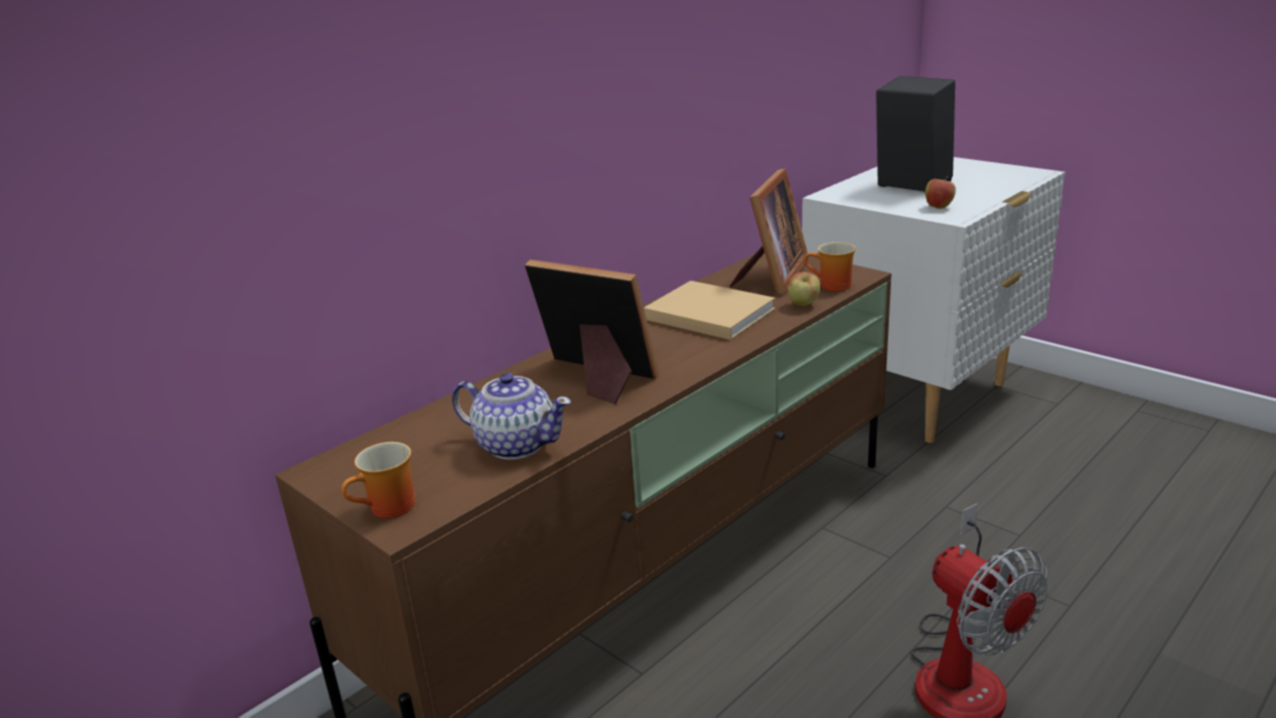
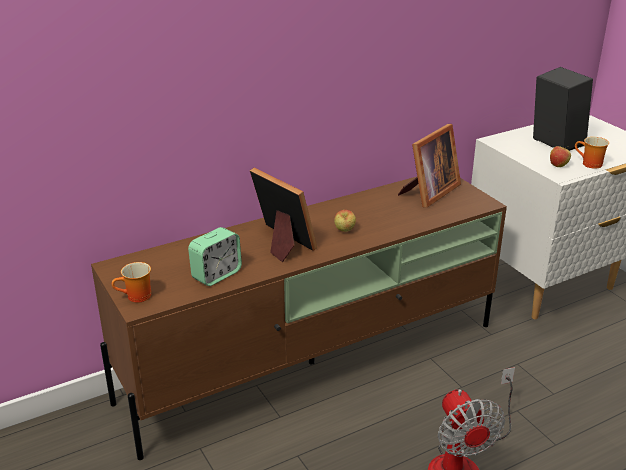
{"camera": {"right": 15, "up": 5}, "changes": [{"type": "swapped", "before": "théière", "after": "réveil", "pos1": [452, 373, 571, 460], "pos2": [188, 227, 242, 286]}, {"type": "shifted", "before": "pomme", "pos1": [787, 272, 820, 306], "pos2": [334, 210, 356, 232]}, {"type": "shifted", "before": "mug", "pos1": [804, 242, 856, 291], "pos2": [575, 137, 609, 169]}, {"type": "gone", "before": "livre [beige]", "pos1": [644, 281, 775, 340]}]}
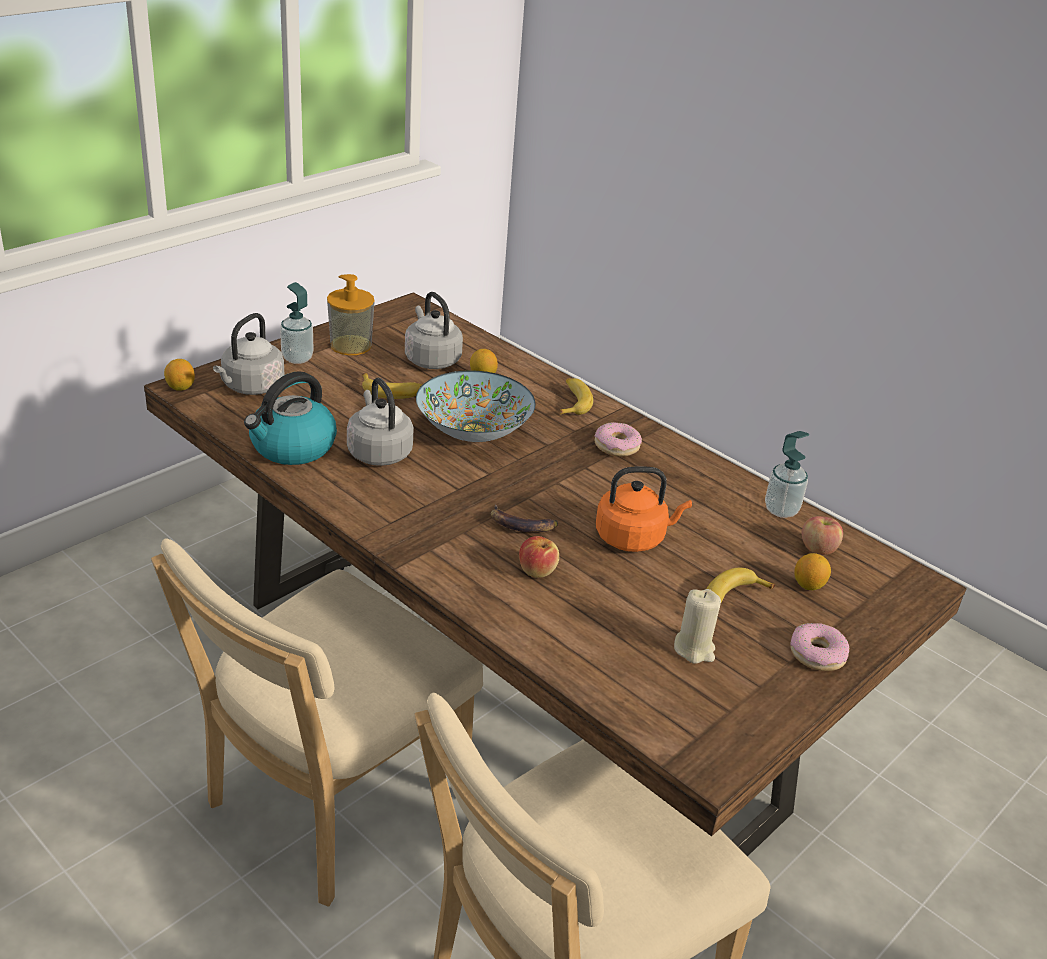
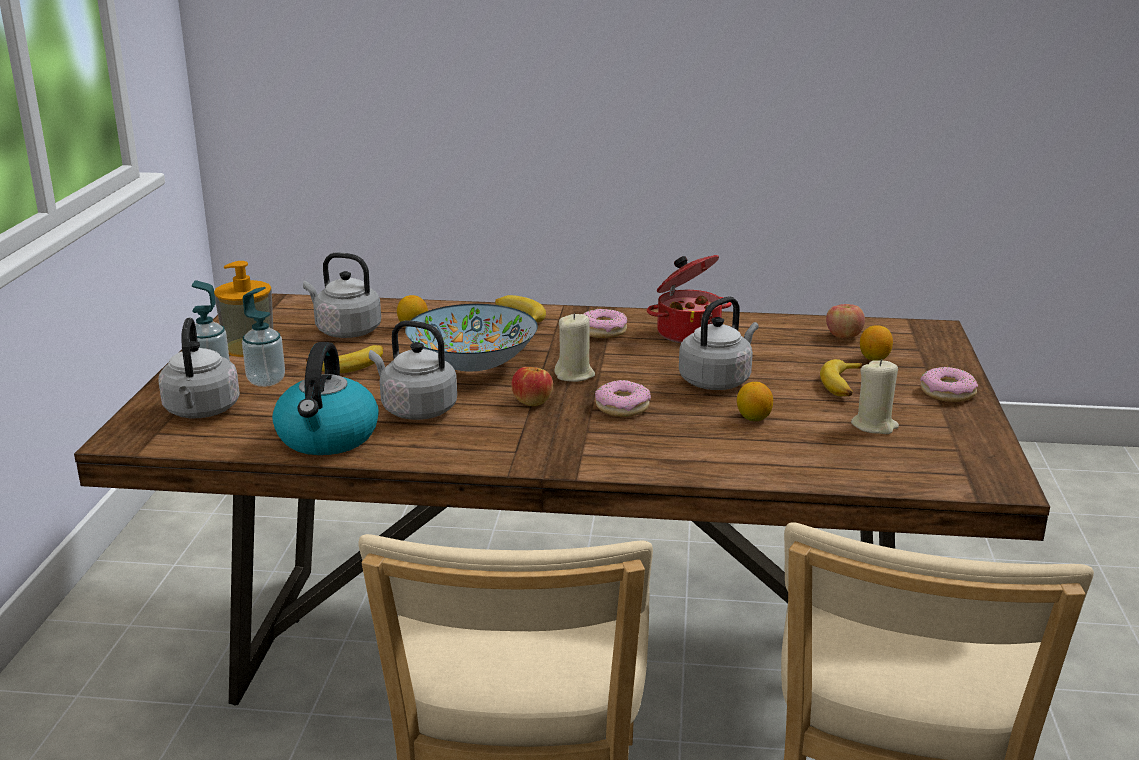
{"camera": {"right": -35, "up": -10}, "changes": [{"type": "shifted", "before": "distributeur de savon", "pos1": [765, 431, 809, 518], "pos2": [242, 287, 285, 387]}, {"type": "shifted", "before": "pomme", "pos1": [519, 536, 559, 578], "pos2": [511, 367, 553, 406]}, {"type": "new", "after": "bougie [beige]", "pos2": [555, 313, 595, 382]}, {"type": "swapped", "before": "banane", "after": "beignet", "pos1": [491, 504, 558, 532], "pos2": [595, 380, 651, 417]}, {"type": "new", "after": "marmite", "pos2": [647, 255, 732, 343]}, {"type": "repainted", "before": "bouilloire [orange]", "after": "bouilloire [gris]", "pos1": [596, 466, 692, 552], "pos2": [679, 296, 759, 390]}, {"type": "shifted", "before": "citron", "pos1": [164, 359, 195, 391], "pos2": [737, 382, 773, 421]}]}
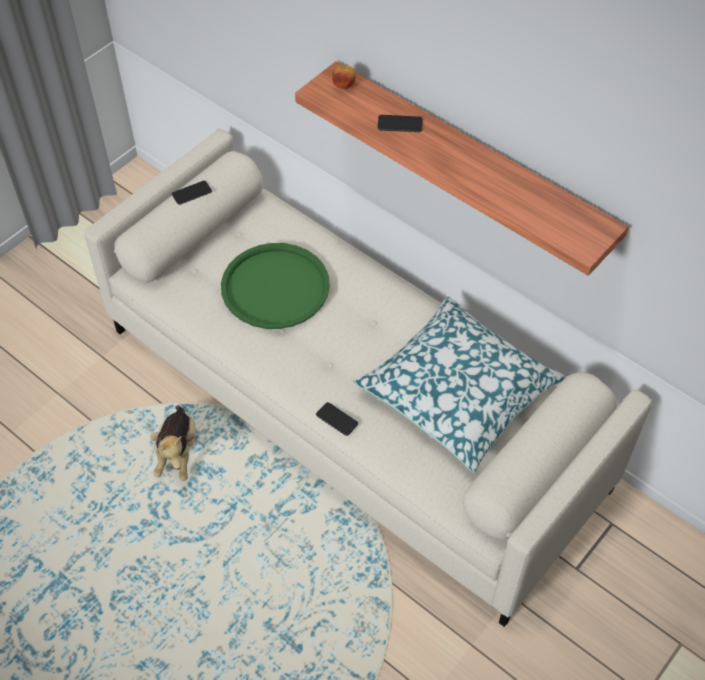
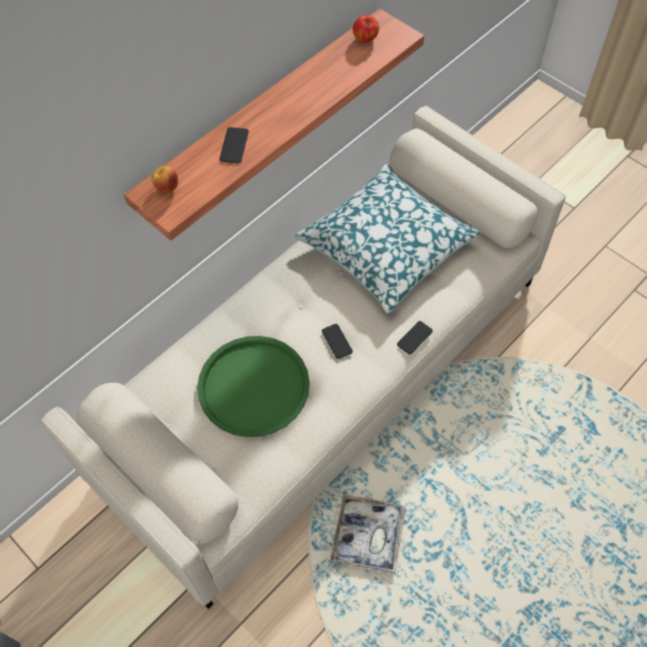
{"camera": {"right": -85, "up": 5}, "changes": [{"type": "shifted", "before": "téléphone", "pos1": [172, 181, 212, 205], "pos2": [322, 324, 353, 359]}, {"type": "swapped", "before": "peluche", "after": "plateau", "pos1": [150, 405, 196, 481], "pos2": [330, 494, 405, 574]}, {"type": "new", "after": "pomme", "pos2": [353, 15, 379, 43]}]}
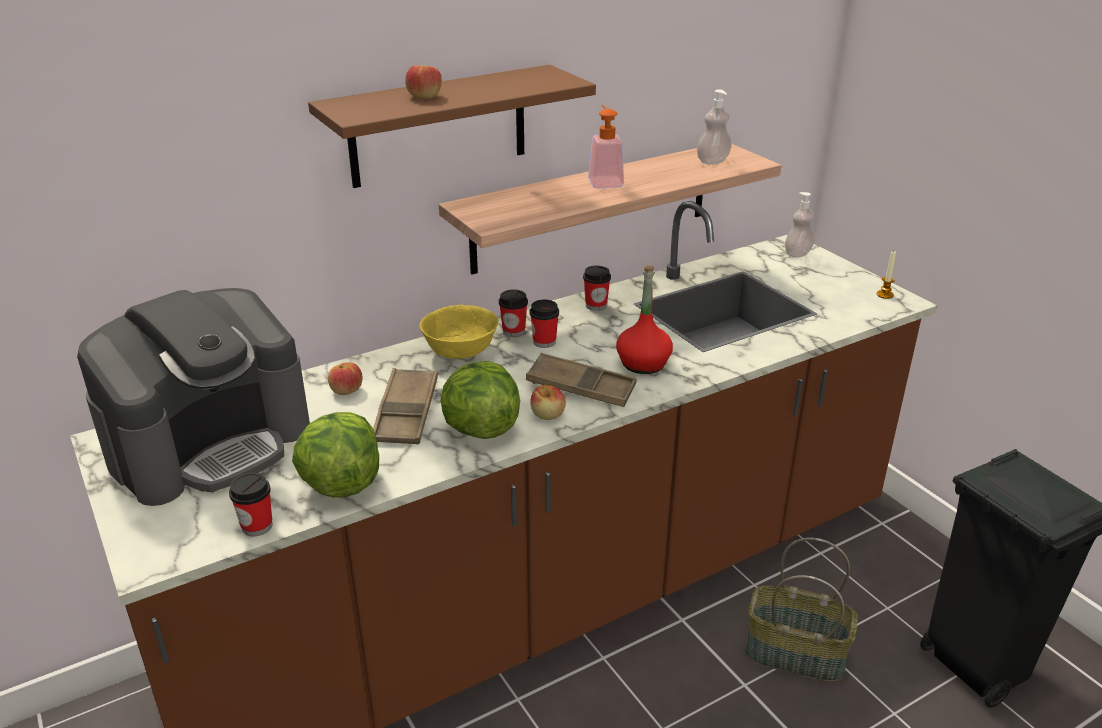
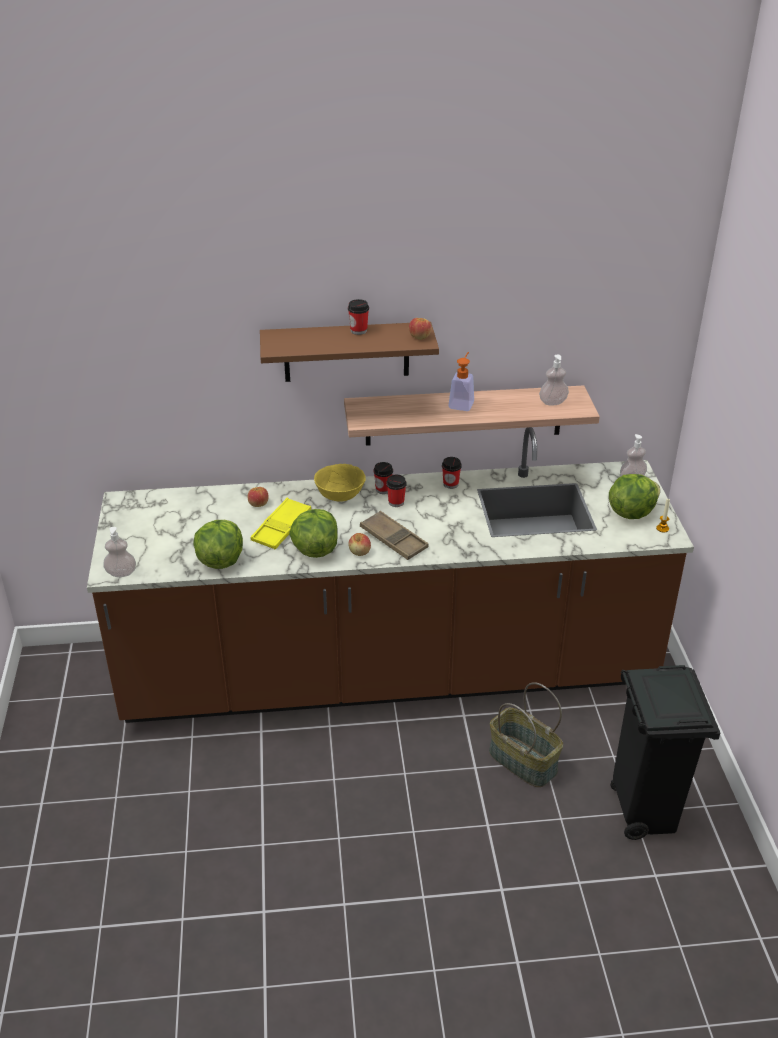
{"camera": {"right": 25, "up": 5}, "changes": [{"type": "new", "after": "distributeur de savon", "pos2": [103, 527, 136, 577]}, {"type": "repainted", "before": "plateau [marron]", "after": "plateau [jaune]", "pos1": [373, 368, 438, 444], "pos2": [251, 498, 311, 549]}, {"type": "shifted", "before": "tasse", "pos1": [229, 472, 273, 536], "pos2": [348, 299, 369, 335]}, {"type": "shifted", "before": "pomme", "pos1": [405, 65, 442, 99], "pos2": [409, 318, 431, 340]}, {"type": "new", "after": "laitue", "pos2": [609, 474, 660, 519]}, {"type": "gone", "before": "machine à café", "pos1": [77, 288, 310, 506]}, {"type": "gone", "before": "bouteille [rouge]", "pos1": [616, 266, 673, 374]}]}
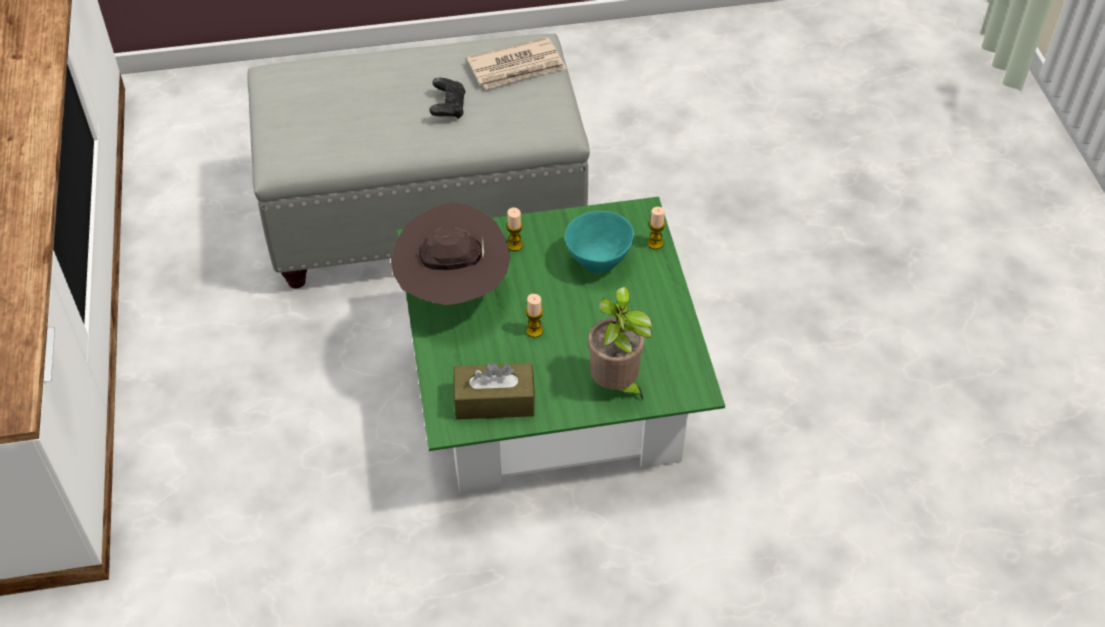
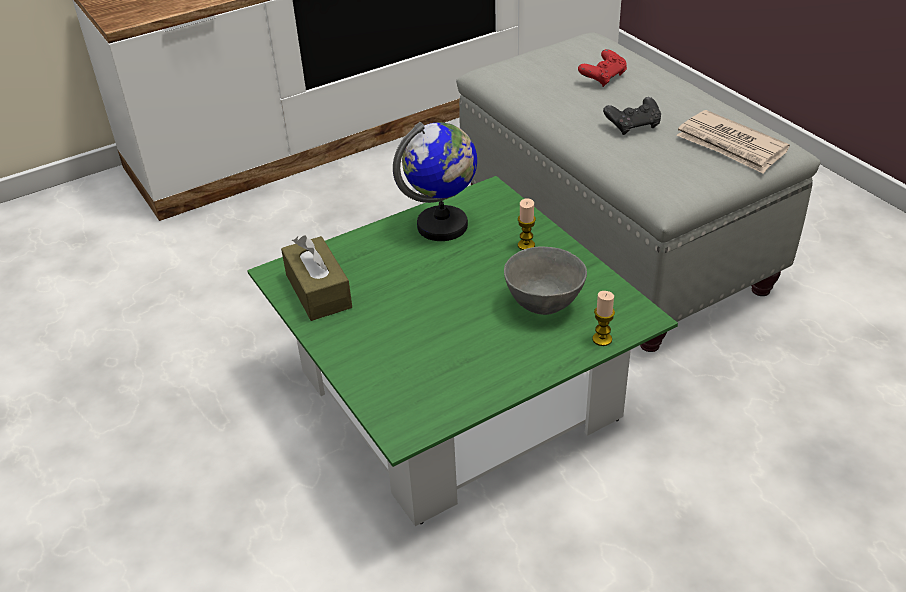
{"camera": {"right": 70, "up": -10}, "changes": [{"type": "swapped", "before": "chapeau [marron]", "after": "globe", "pos1": [391, 202, 510, 305], "pos2": [393, 122, 477, 241]}, {"type": "repainted", "before": "bol [turquoise]", "after": "bol [gris]", "pos1": [565, 211, 634, 273], "pos2": [504, 246, 587, 315]}, {"type": "new", "after": "manette [rouge]", "pos2": [578, 49, 627, 87]}, {"type": "gone", "before": "bougie", "pos1": [526, 294, 543, 338]}, {"type": "gone", "before": "plante en pot", "pos1": [588, 287, 652, 400]}]}
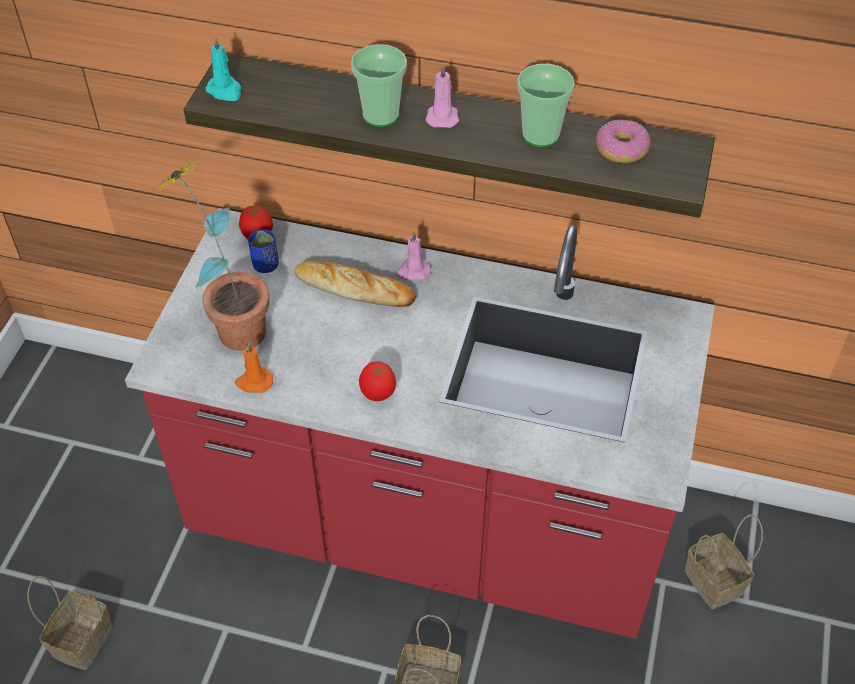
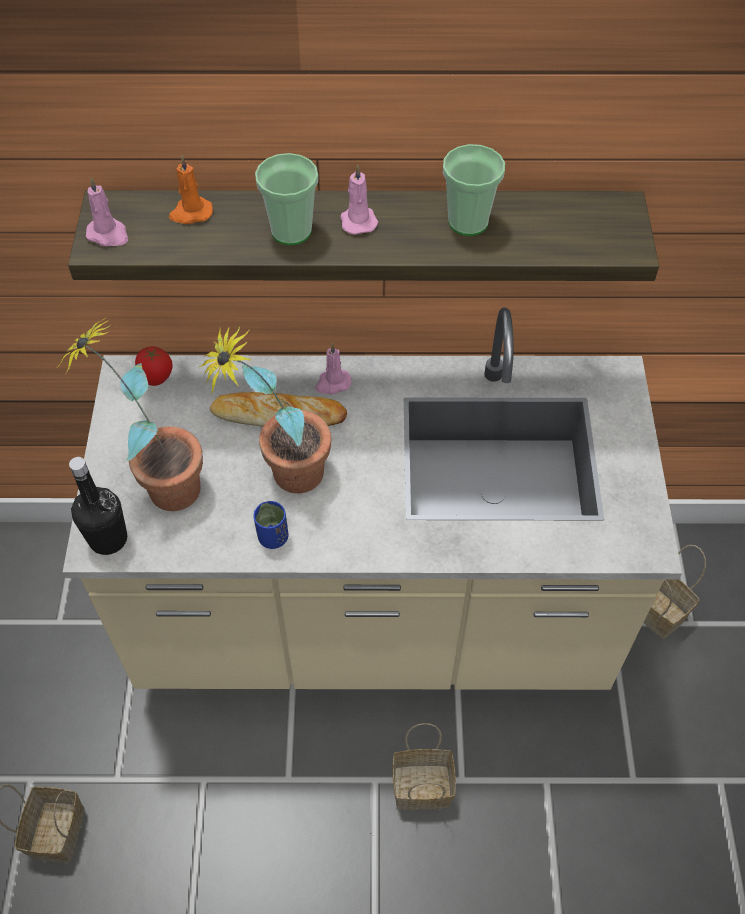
{"camera": {"right": -15, "up": 5}, "changes": [{"type": "repainted", "before": "comptoir de cuisine [rouge]", "after": "comptoir de cuisine [beige]", "pos1": [125, 208, 715, 639], "pos2": [63, 307, 682, 690]}, {"type": "new", "after": "bouteille [noir]", "pos2": [69, 457, 127, 555]}, {"type": "repainted", "before": "bougie [turquoise]", "after": "bougie [rose]", "pos1": [205, 37, 241, 101], "pos2": [86, 177, 128, 246]}, {"type": "shifted", "before": "bougie [orange]", "pos1": [235, 343, 273, 393], "pos2": [169, 156, 213, 224]}, {"type": "new", "after": "plante en pot", "pos2": [199, 327, 331, 493]}, {"type": "shifted", "before": "tasse [bleu]", "pos1": [248, 230, 279, 273], "pos2": [253, 501, 288, 549]}, {"type": "gone", "before": "tomate", "pos1": [359, 361, 396, 401]}, {"type": "gone", "before": "beignet", "pos1": [596, 119, 650, 163]}]}
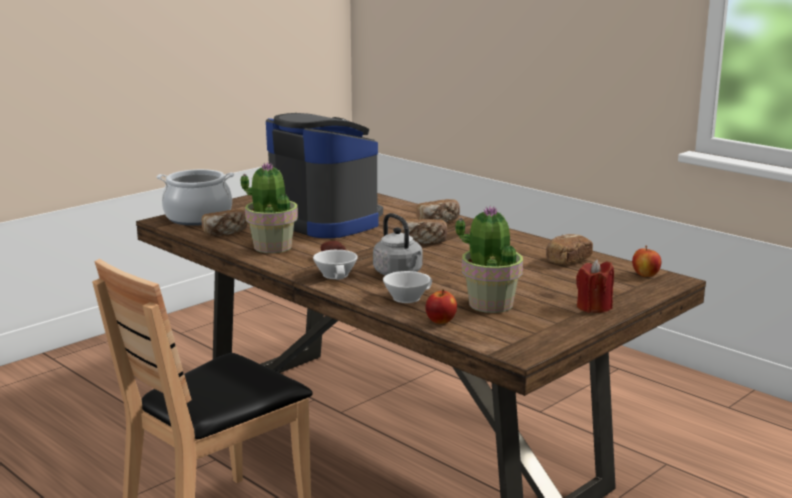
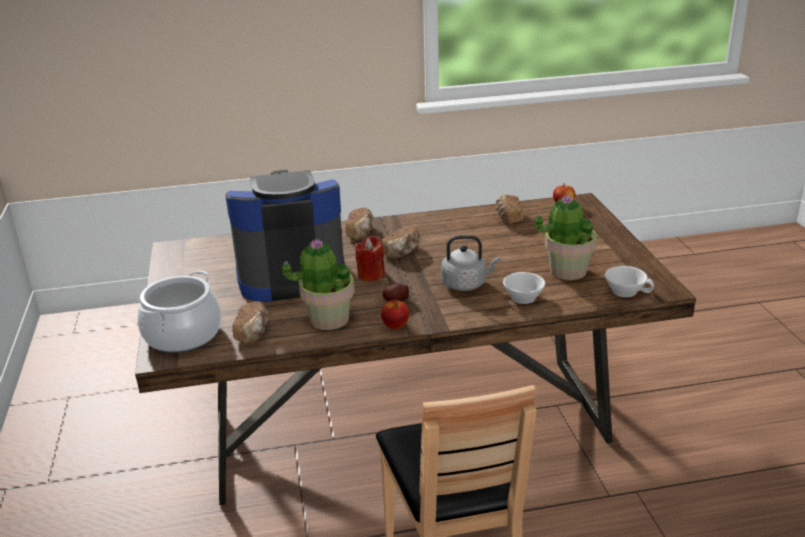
{"camera": {"right": -55, "up": 10}, "changes": [{"type": "shifted", "before": "bougie [rouge]", "pos1": [576, 259, 614, 313], "pos2": [355, 236, 385, 281]}, {"type": "shifted", "before": "pomme", "pos1": [425, 289, 457, 324], "pos2": [381, 299, 409, 329]}, {"type": "shifted", "before": "tasse [blanc]", "pos1": [313, 250, 358, 280], "pos2": [605, 266, 654, 297]}]}
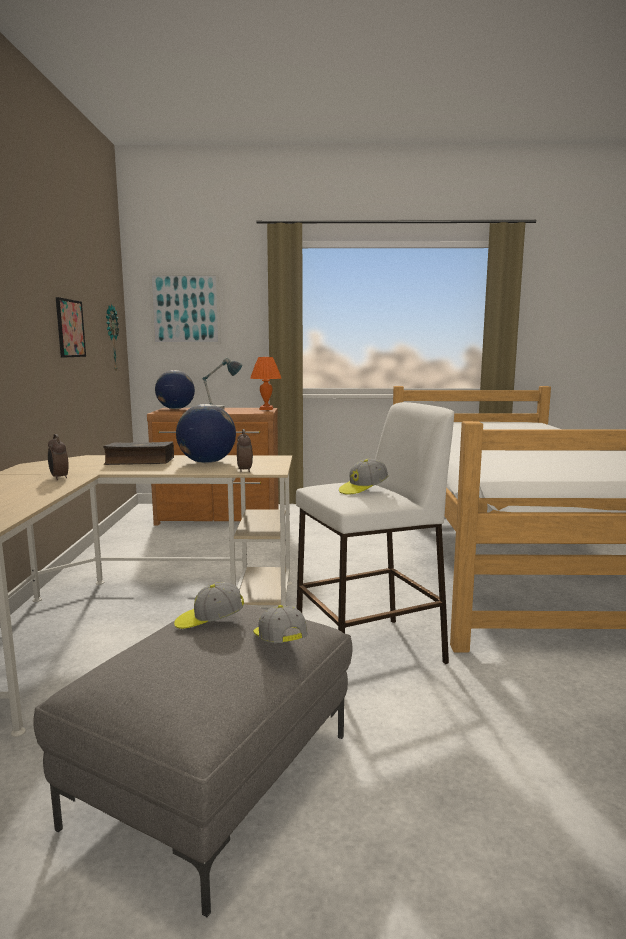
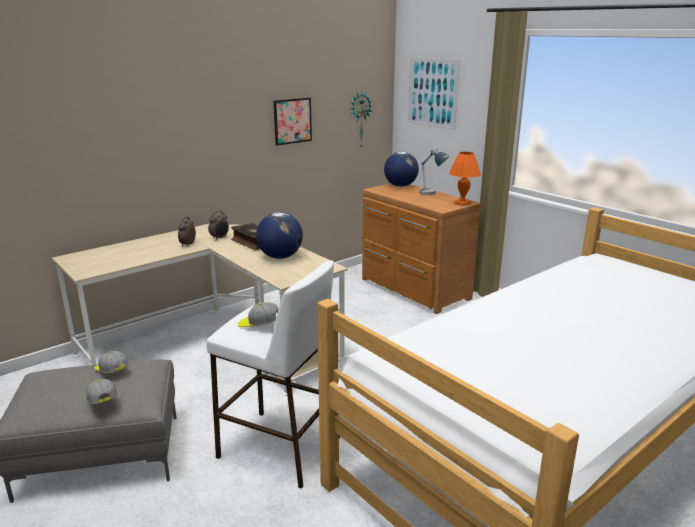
{"camera": {"right": 50, "up": 10}, "changes": [{"type": "rotated", "before": "casquette", "pos1": [253, 605, 308, 643], "pos2": [85, 379, 117, 404], "turn": -60}, {"type": "shifted", "before": "réveil", "pos1": [237, 429, 253, 472], "pos2": [208, 211, 229, 240]}]}
